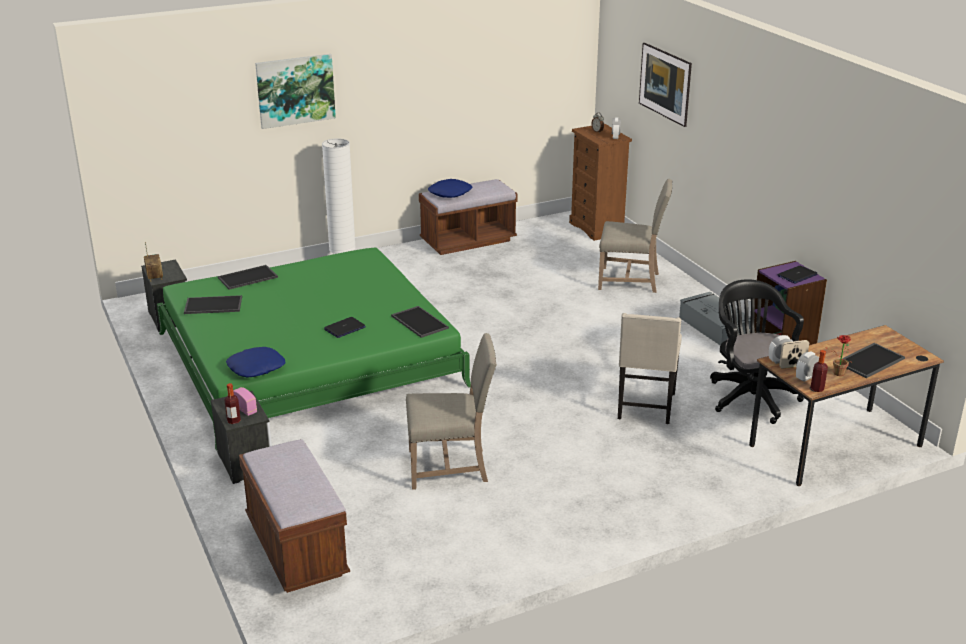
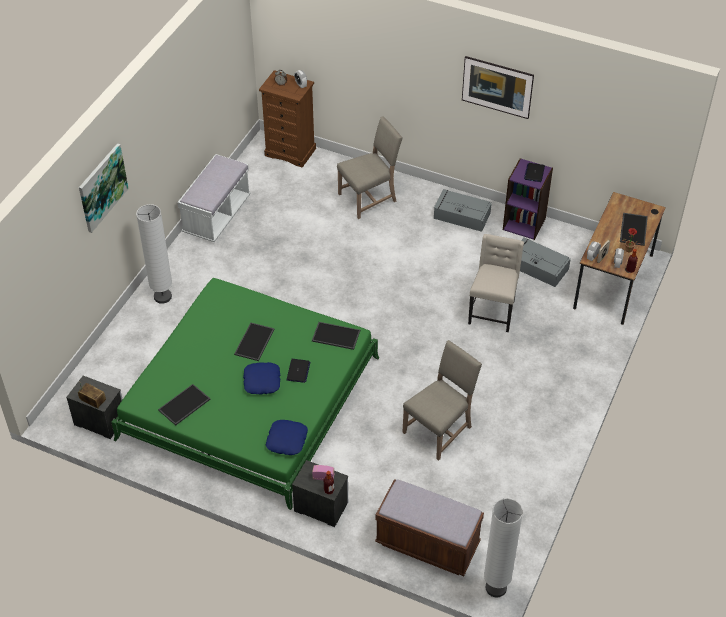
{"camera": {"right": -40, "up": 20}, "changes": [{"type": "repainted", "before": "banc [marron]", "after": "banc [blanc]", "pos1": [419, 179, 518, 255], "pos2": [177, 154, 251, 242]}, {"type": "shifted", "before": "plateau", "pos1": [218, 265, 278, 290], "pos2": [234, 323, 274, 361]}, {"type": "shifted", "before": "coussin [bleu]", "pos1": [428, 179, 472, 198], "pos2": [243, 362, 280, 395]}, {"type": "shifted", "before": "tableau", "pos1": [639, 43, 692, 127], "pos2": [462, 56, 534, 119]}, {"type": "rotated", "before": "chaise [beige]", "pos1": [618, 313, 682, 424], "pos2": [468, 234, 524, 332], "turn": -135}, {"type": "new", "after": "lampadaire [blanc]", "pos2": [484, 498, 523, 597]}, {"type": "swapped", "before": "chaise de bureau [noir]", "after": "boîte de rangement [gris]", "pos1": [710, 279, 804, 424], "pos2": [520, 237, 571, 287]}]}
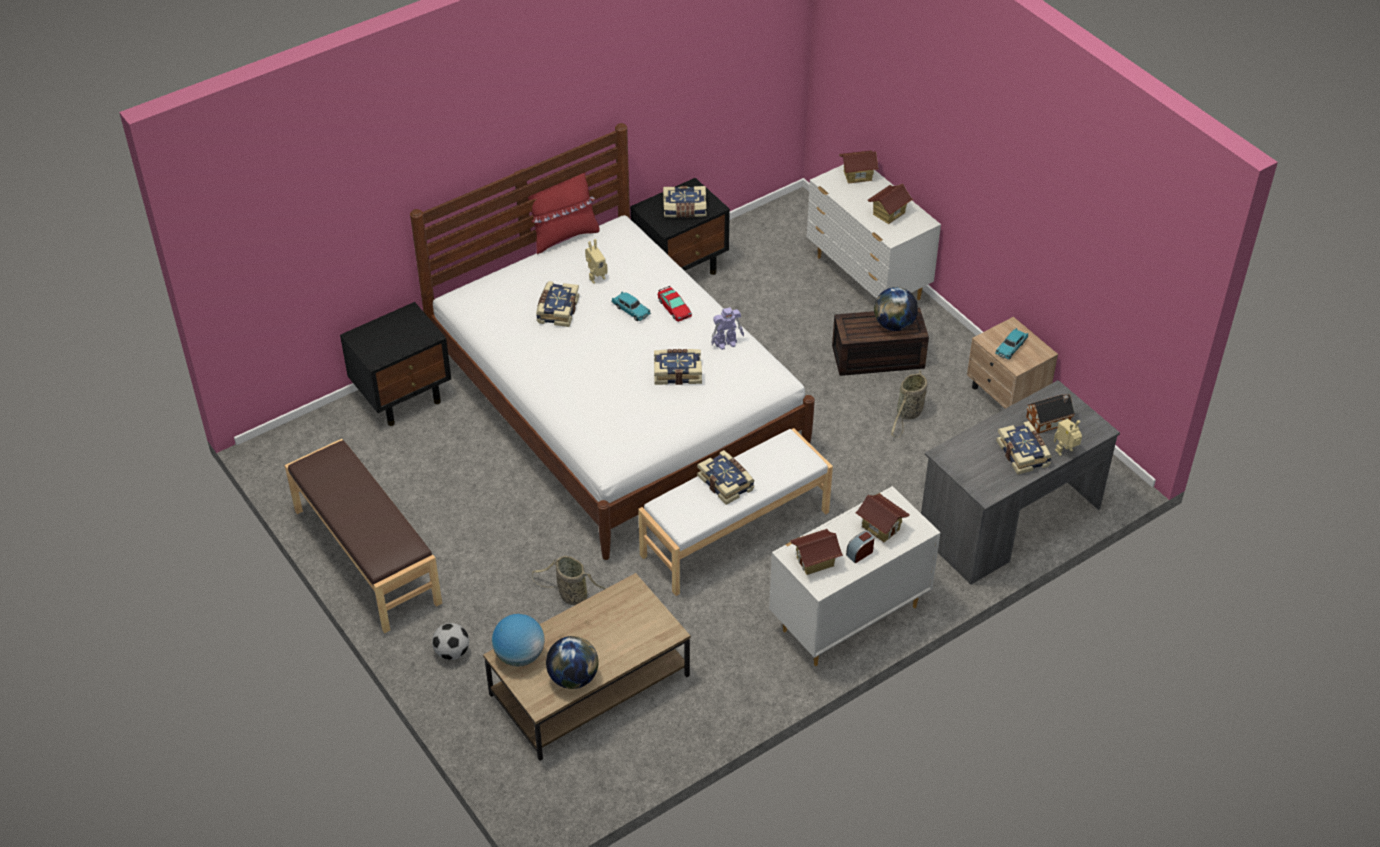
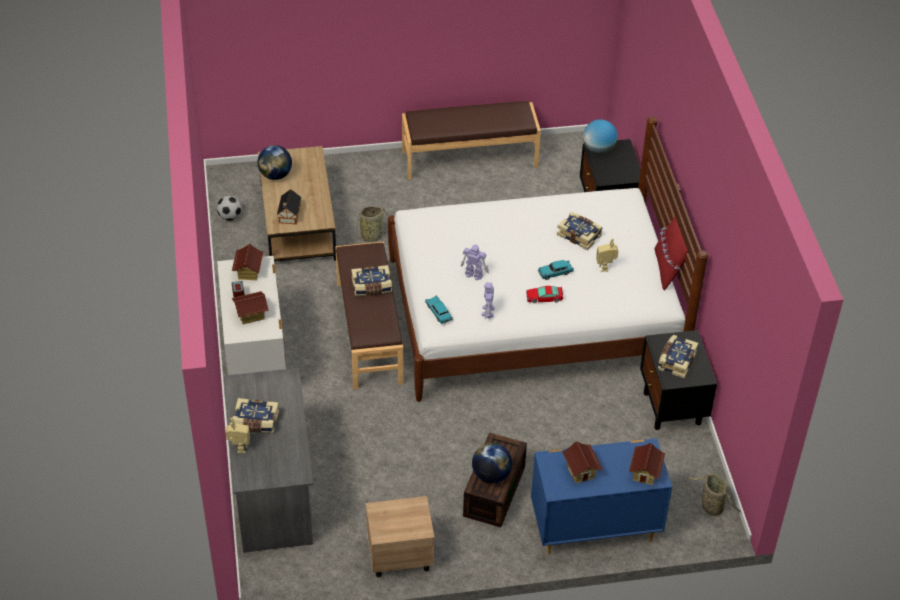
{"camera": {"right": 115, "up": 0}, "changes": [{"type": "shifted", "before": "ballon de foot", "pos1": [432, 623, 469, 660], "pos2": [217, 195, 242, 221]}, {"type": "shifted", "before": "maison miniature", "pos1": [1026, 394, 1075, 433], "pos2": [277, 190, 301, 224]}, {"type": "repainted", "before": "banc [blanc]", "after": "banc [marron]", "pos1": [638, 428, 833, 596], "pos2": [335, 242, 404, 390]}, {"type": "shifted", "before": "petite voiture [turquoise]", "pos1": [995, 328, 1028, 360], "pos2": [425, 295, 453, 324]}, {"type": "swapped", "before": "livre", "after": "robot jouet", "pos1": [654, 349, 702, 385], "pos2": [461, 244, 489, 280]}, {"type": "repainted", "before": "commode [blanc]", "after": "commode [bleu]", "pos1": [806, 164, 941, 300], "pos2": [531, 438, 672, 554]}, {"type": "shifted", "before": "globe", "pos1": [492, 614, 545, 666], "pos2": [583, 119, 618, 154]}, {"type": "shifted", "before": "panier", "pos1": [891, 370, 927, 437], "pos2": [685, 474, 741, 525]}]}
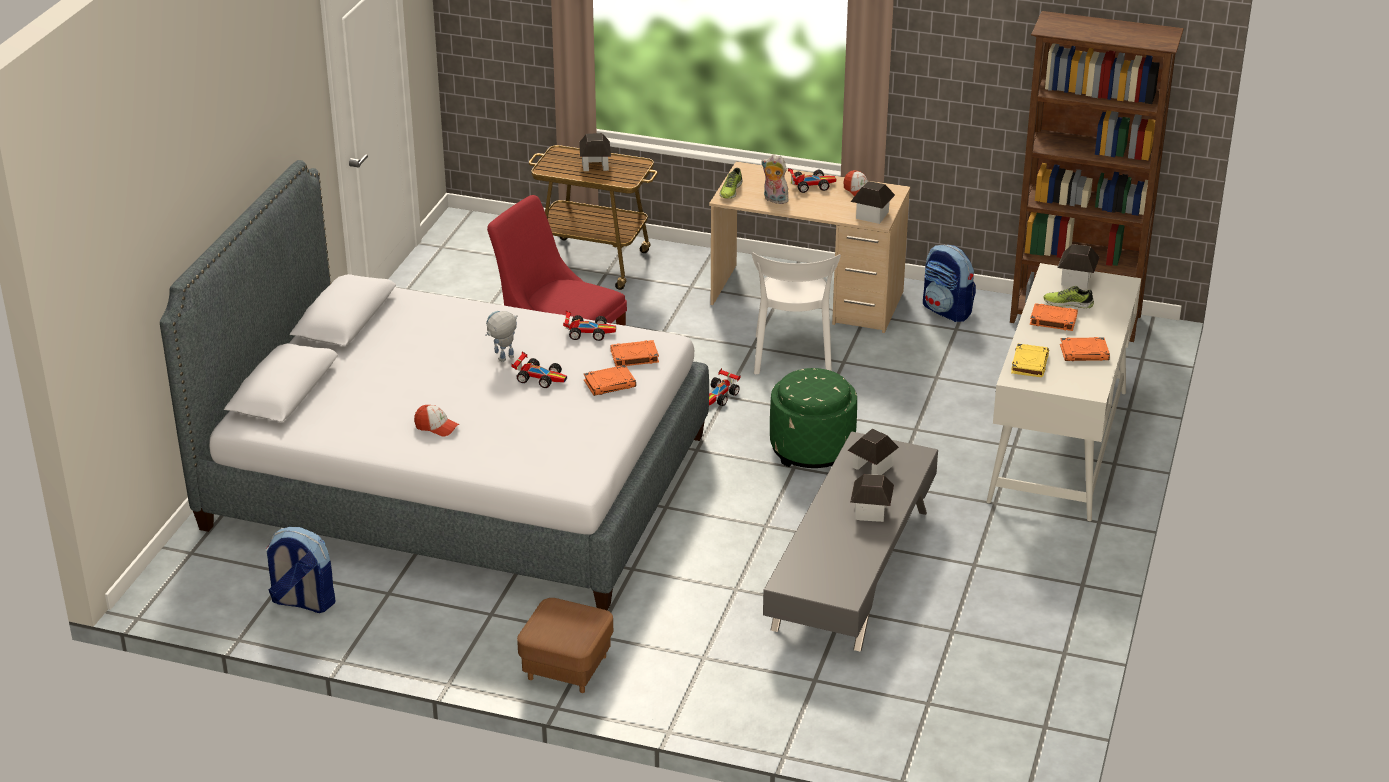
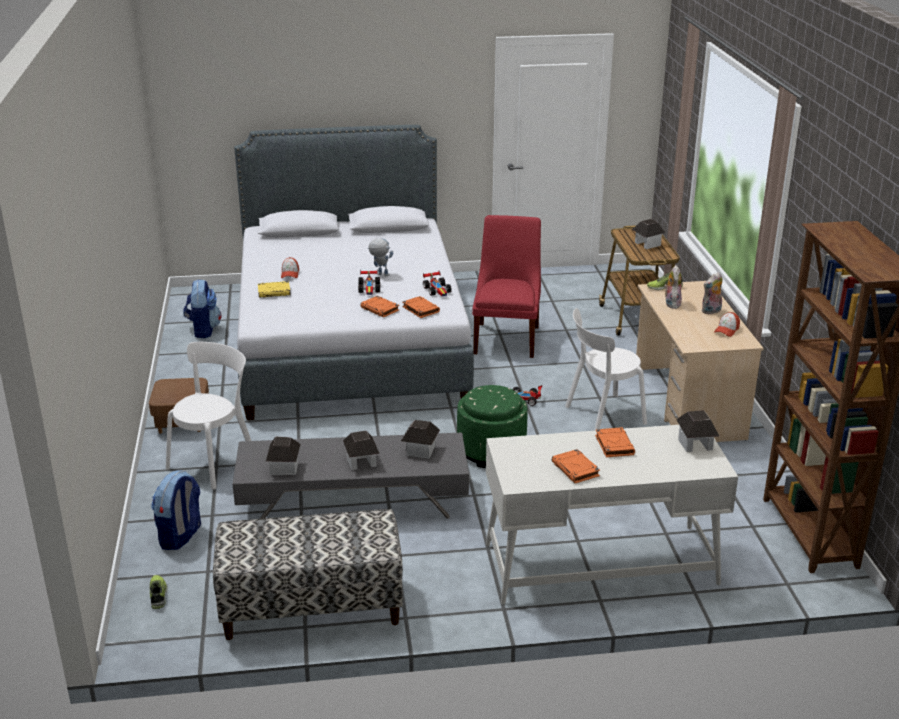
{"camera": {"right": 65, "up": -5}, "changes": [{"type": "shifted", "before": "chaussure", "pos1": [1044, 286, 1094, 308], "pos2": [149, 575, 168, 609]}, {"type": "shifted", "before": "sac à dos", "pos1": [923, 245, 976, 322], "pos2": [151, 470, 201, 550]}, {"type": "new", "after": "chaise [blanc]", "pos2": [166, 342, 251, 489]}, {"type": "new", "after": "banc", "pos2": [213, 509, 403, 640]}, {"type": "shifted", "before": "livre [jaune]", "pos1": [1011, 343, 1049, 377], "pos2": [258, 281, 291, 298]}, {"type": "shifted", "before": "maison miniature", "pos1": [851, 181, 895, 224], "pos2": [266, 436, 300, 475]}, {"type": "swapped", "before": "petite voiture", "after": "peluche", "pos1": [788, 168, 836, 193], "pos2": [702, 272, 723, 314]}]}
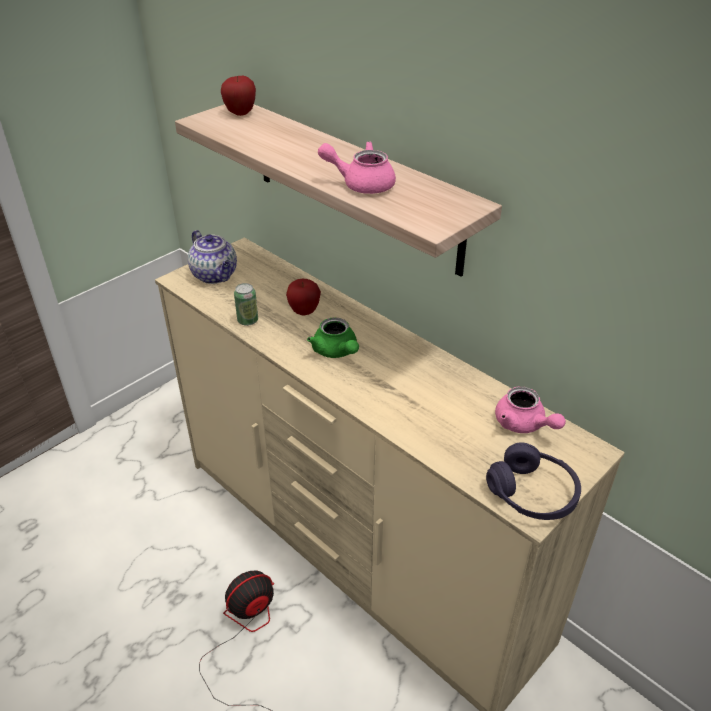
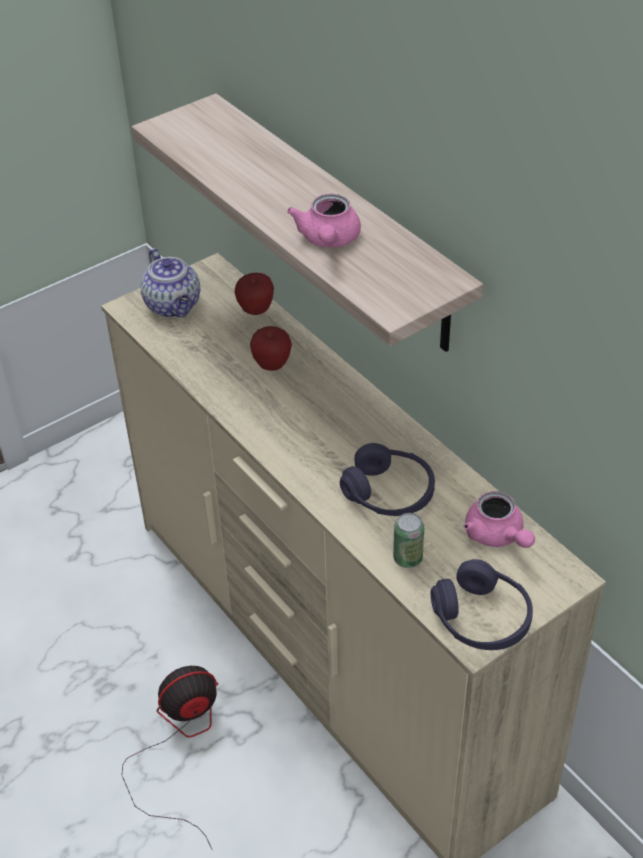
{"camera": {"right": 10, "up": 5}, "changes": [{"type": "shifted", "before": "pomme", "pos1": [221, 76, 256, 116], "pos2": [235, 273, 274, 315]}, {"type": "rotated", "before": "théière [rose]", "pos1": [318, 141, 396, 194], "pos2": [287, 194, 361, 248], "turn": -105}, {"type": "new", "after": "casque audio [violet]", "pos2": [340, 443, 435, 516]}, {"type": "shifted", "before": "boîte métallique", "pos1": [234, 283, 258, 326], "pos2": [393, 513, 424, 568]}, {"type": "gone", "before": "théière [vert]", "pos1": [307, 317, 359, 358]}]}
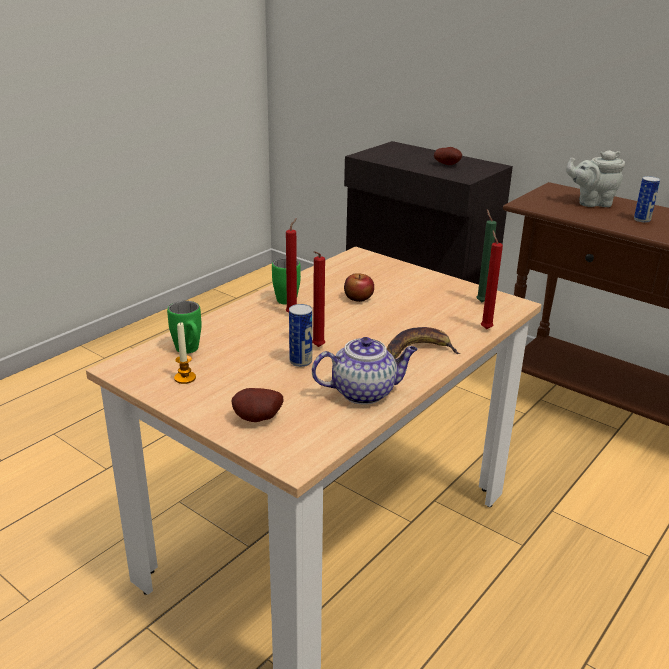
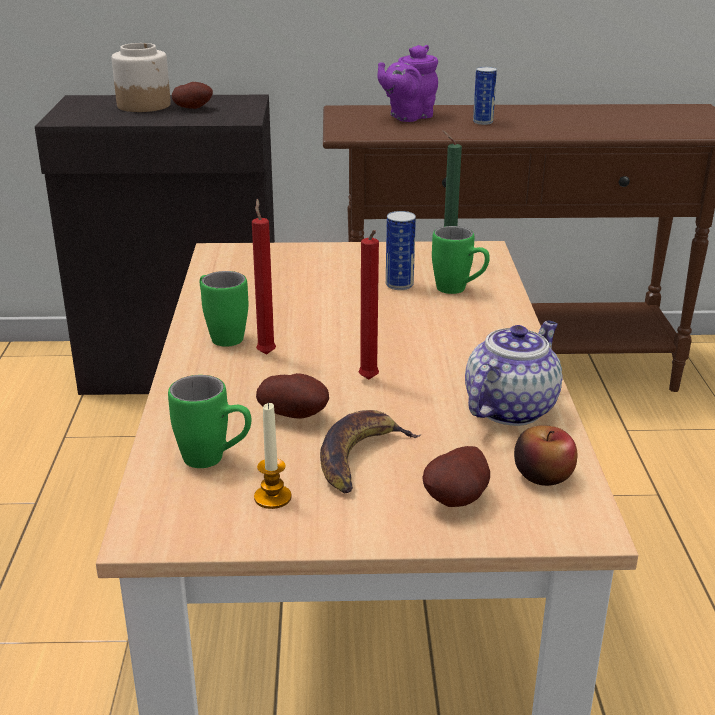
{"camera": {"right": -40, "up": 0}, "changes": [{"type": "new", "after": "bocal", "pos2": [112, 43, 171, 112]}, {"type": "new", "after": "pomme de terre", "pos2": [256, 373, 329, 419]}, {"type": "shifted", "before": "banane", "pos1": [387, 327, 461, 359], "pos2": [320, 410, 421, 493]}, {"type": "repainted", "before": "théière [gris]", "after": "théière [violet]", "pos1": [566, 150, 625, 207], "pos2": [378, 45, 438, 122]}, {"type": "shifted", "before": "boîte métallique", "pos1": [289, 304, 312, 367], "pos2": [386, 211, 416, 290]}, {"type": "new", "after": "mug [vert]", "pos2": [432, 226, 490, 294]}, {"type": "shifted", "before": "pomme", "pos1": [344, 273, 374, 302], "pos2": [514, 425, 577, 486]}, {"type": "gone", "before": "bougie [rouge]", "pos1": [481, 231, 503, 329]}]}
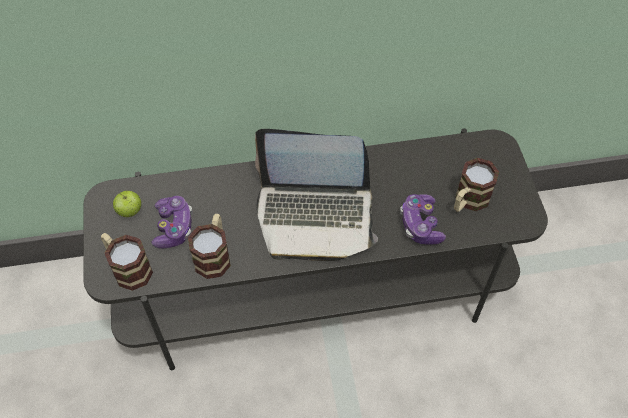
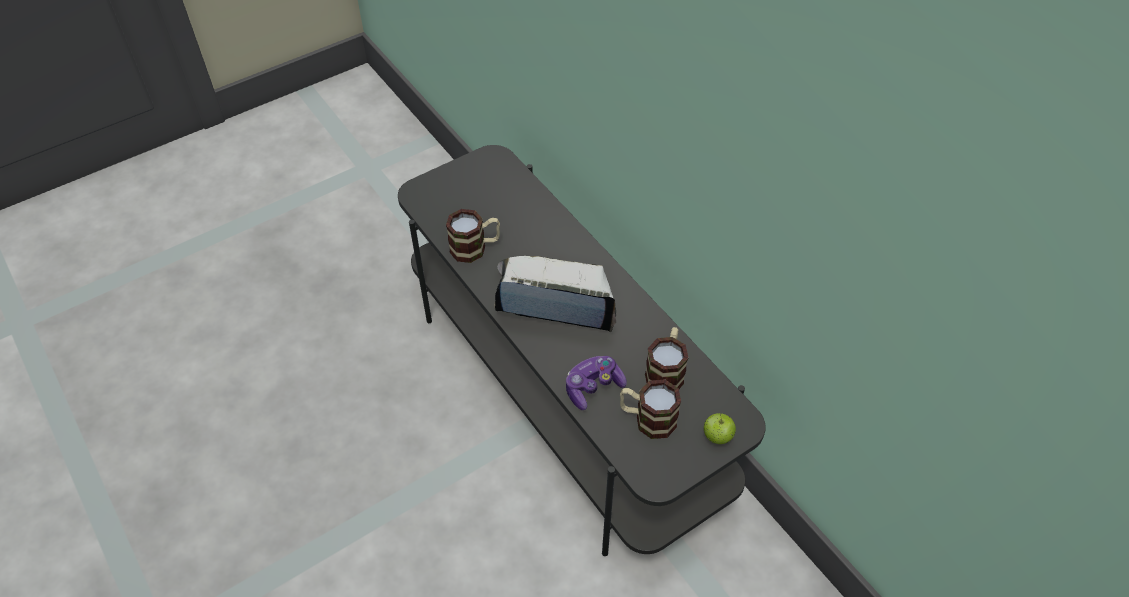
{"camera": {"right": 65, "up": -5}, "changes": [{"type": "rotated", "before": "ordinateur portable", "pos1": [255, 129, 378, 261], "pos2": [495, 256, 616, 332], "turn": 120}, {"type": "shifted", "before": "mug", "pos1": [101, 233, 153, 291], "pos2": [645, 327, 688, 389]}, {"type": "shifted", "before": "pomme", "pos1": [113, 191, 141, 217], "pos2": [704, 413, 736, 444]}, {"type": "gone", "before": "manette", "pos1": [151, 196, 193, 248]}]}
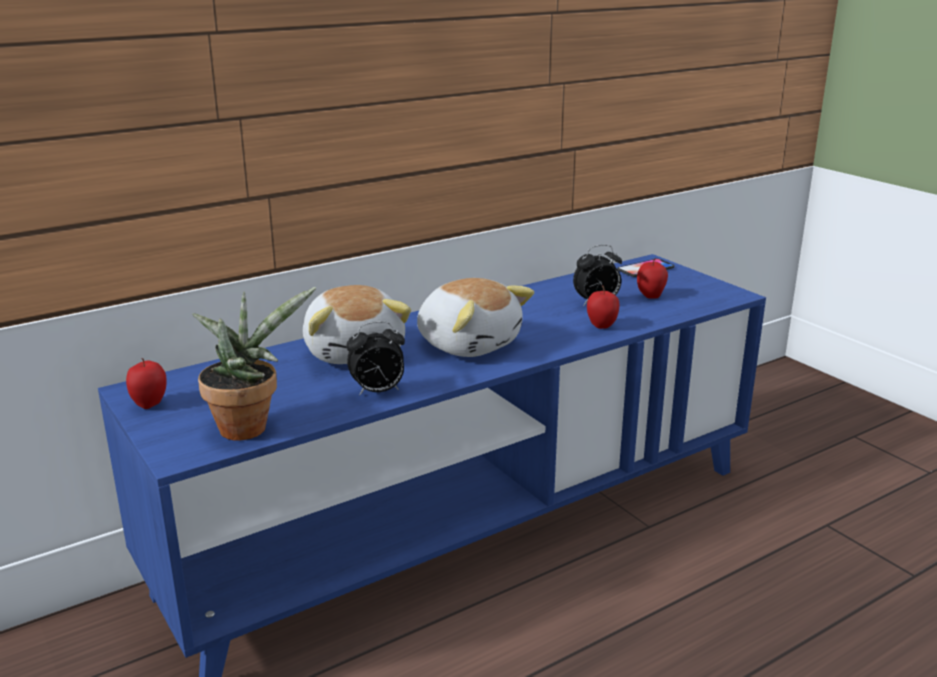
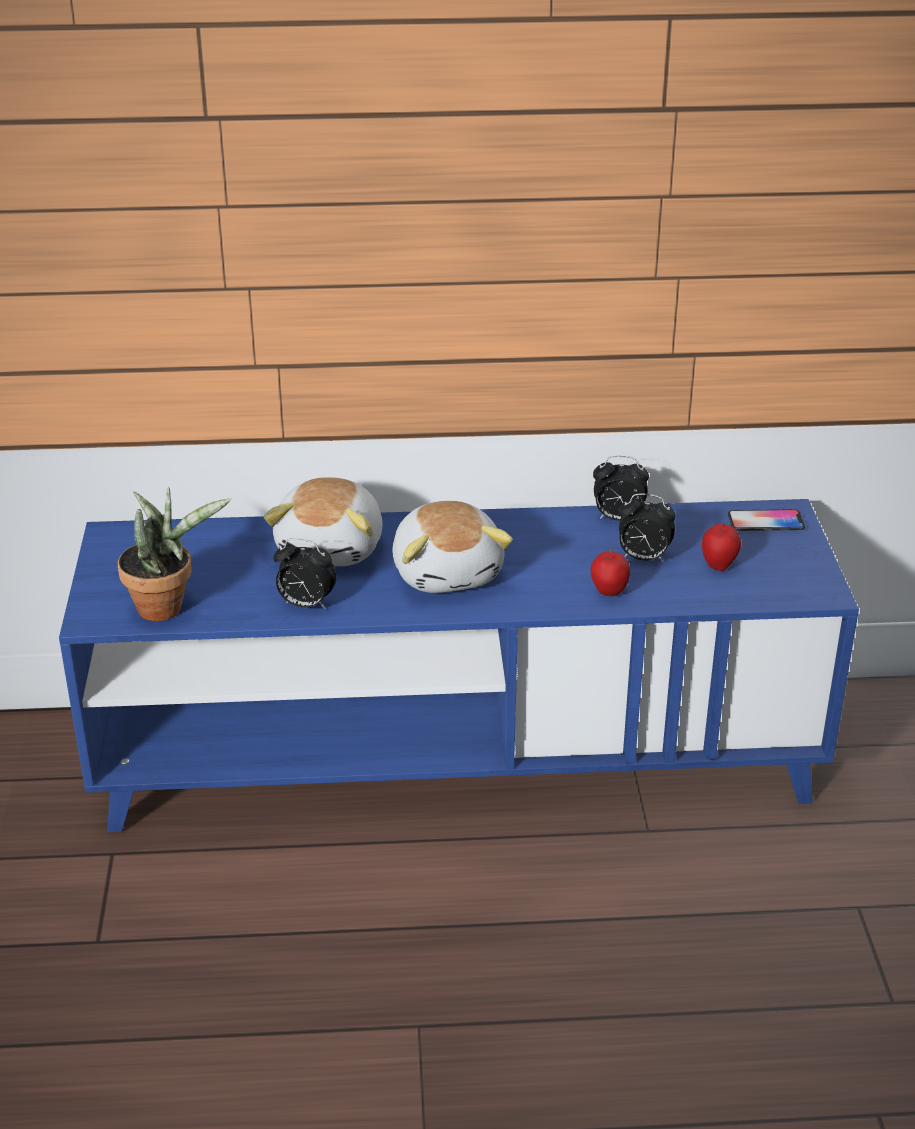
{"camera": {"right": 30, "up": 10}, "changes": [{"type": "new", "after": "réveil", "pos2": [593, 456, 649, 521]}, {"type": "gone", "before": "pomme", "pos1": [126, 358, 167, 409]}]}
